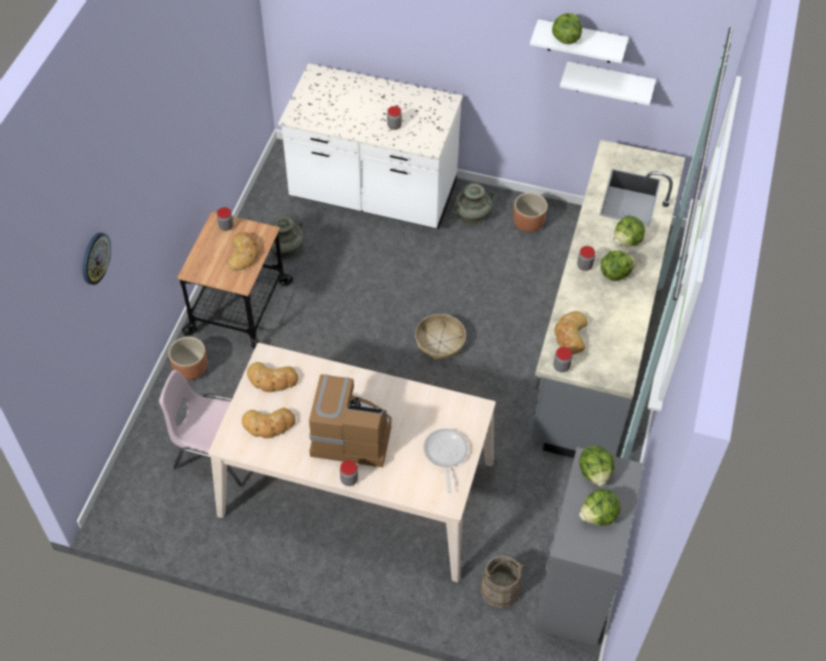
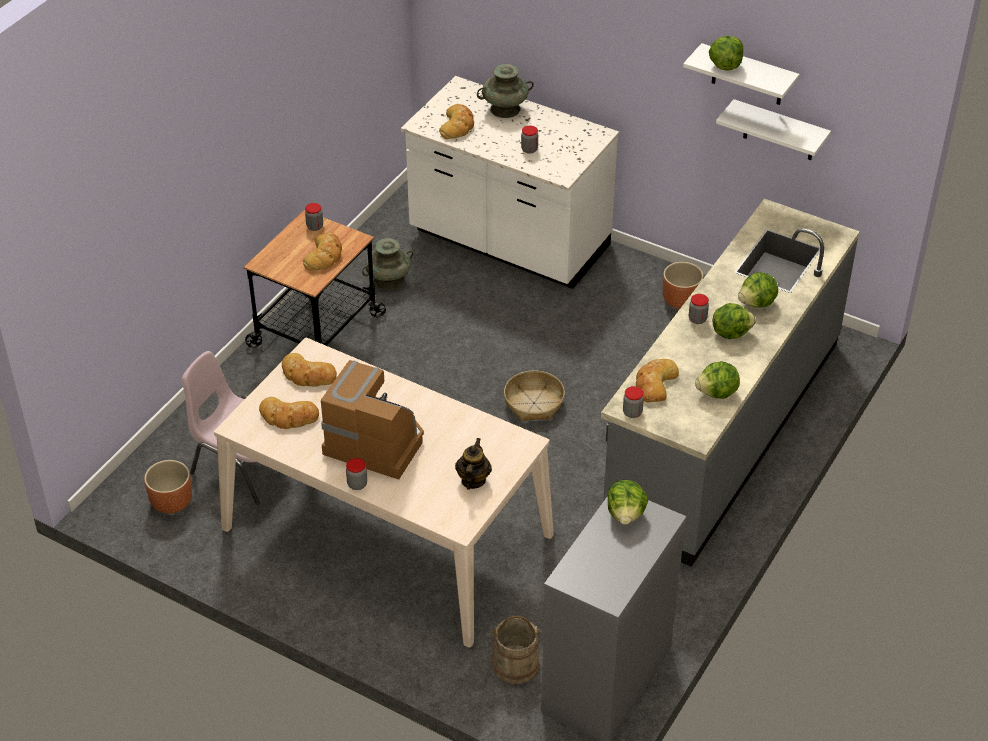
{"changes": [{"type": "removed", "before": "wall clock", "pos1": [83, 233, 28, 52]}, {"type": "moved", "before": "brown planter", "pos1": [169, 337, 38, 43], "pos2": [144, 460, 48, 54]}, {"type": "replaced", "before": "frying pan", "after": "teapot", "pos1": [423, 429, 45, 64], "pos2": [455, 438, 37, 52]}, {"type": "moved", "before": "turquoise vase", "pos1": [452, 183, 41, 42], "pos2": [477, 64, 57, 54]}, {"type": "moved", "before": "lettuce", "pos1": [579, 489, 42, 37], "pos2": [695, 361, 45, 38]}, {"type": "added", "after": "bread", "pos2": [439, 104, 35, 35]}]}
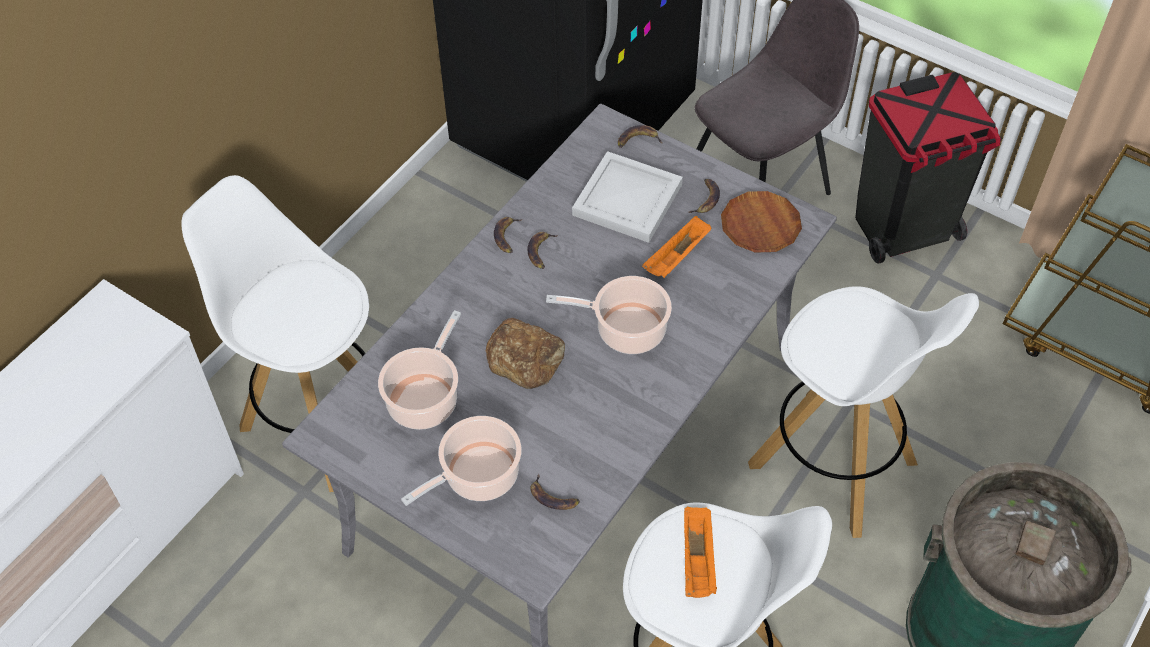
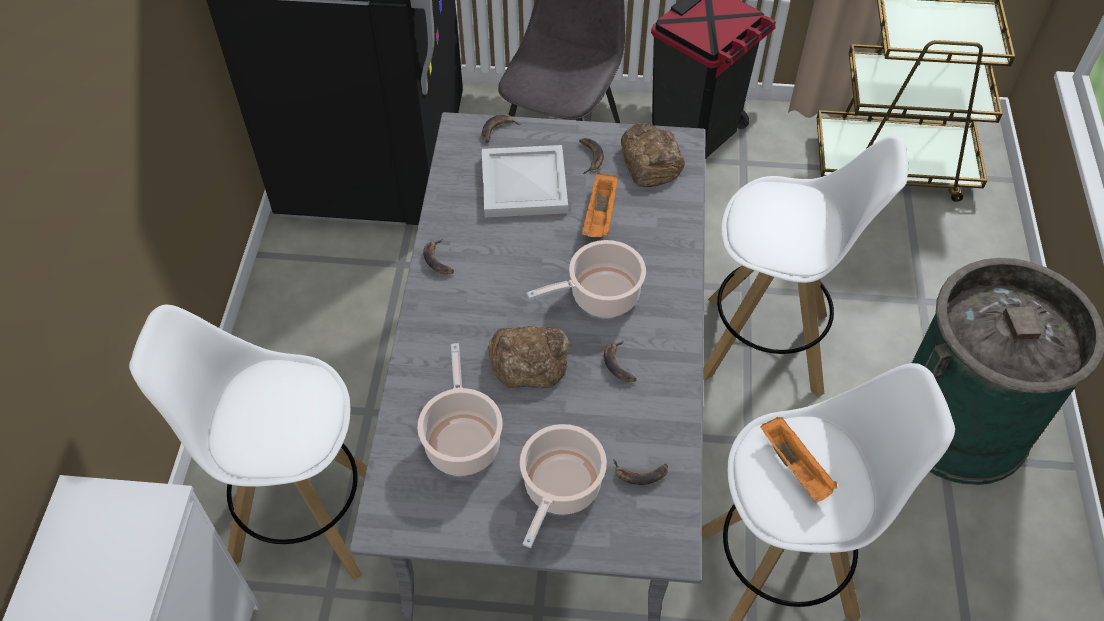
{"changes": [{"type": "moved", "before": "banana", "pos1": [527, 232, 31, 37], "pos2": [604, 341, 32, 41]}, {"type": "replaced", "before": "brown plate", "after": "bread", "pos1": [721, 191, 81, 62], "pos2": [621, 123, 64, 64]}]}
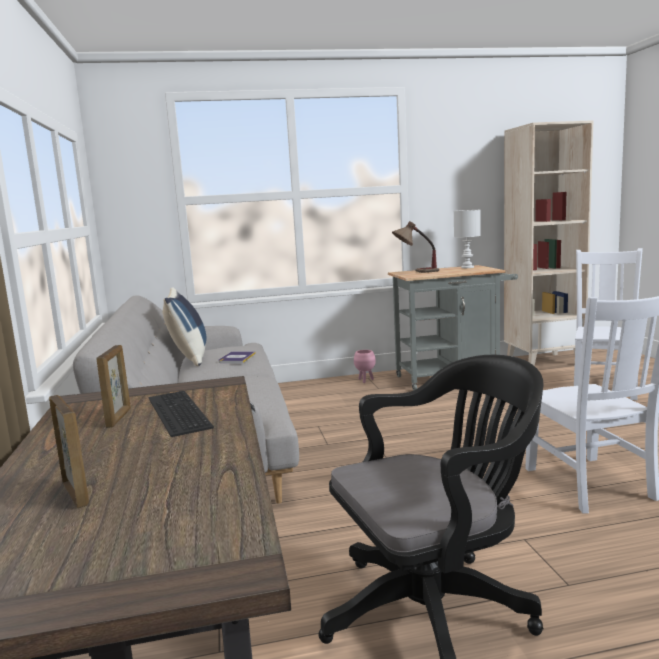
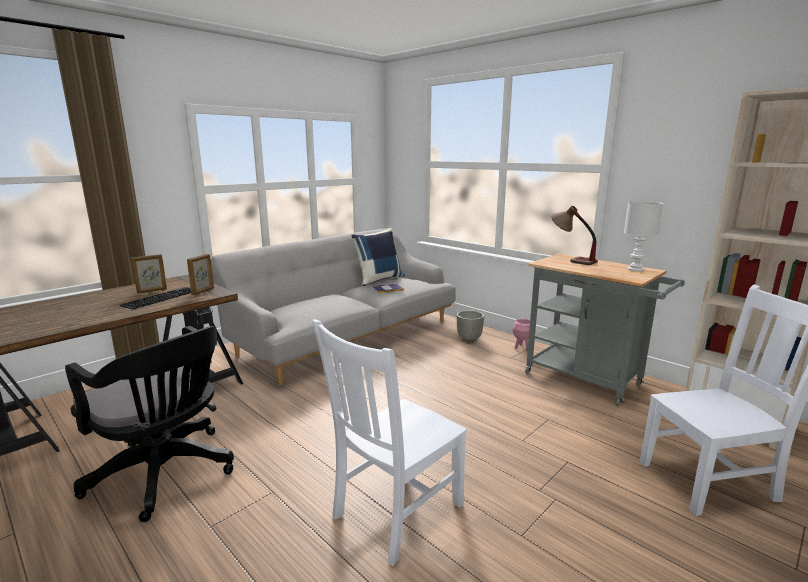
{"changes": [{"type": "moved", "before": "picture frame", "pos1": [49, 395, 40, 114], "pos2": [187, 254, 27, 41]}, {"type": "added", "after": "planter", "pos2": [457, 310, 27, 32]}]}
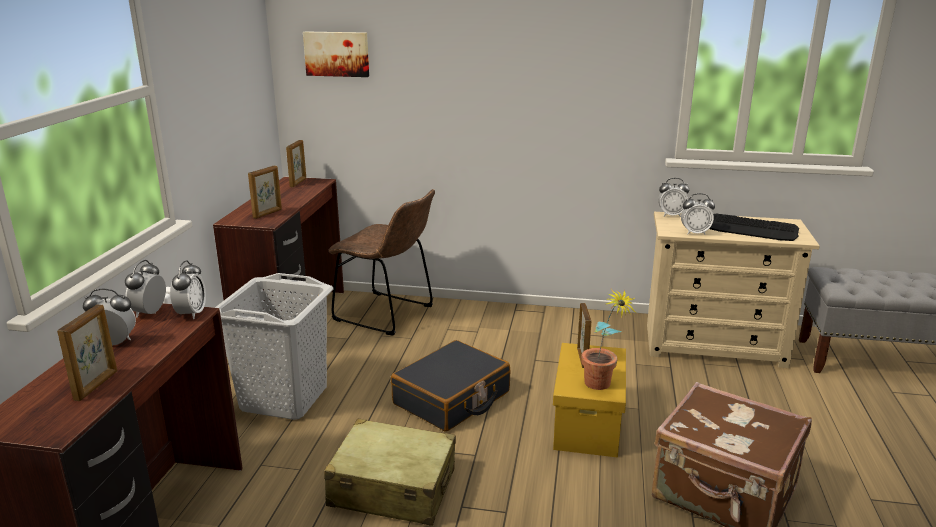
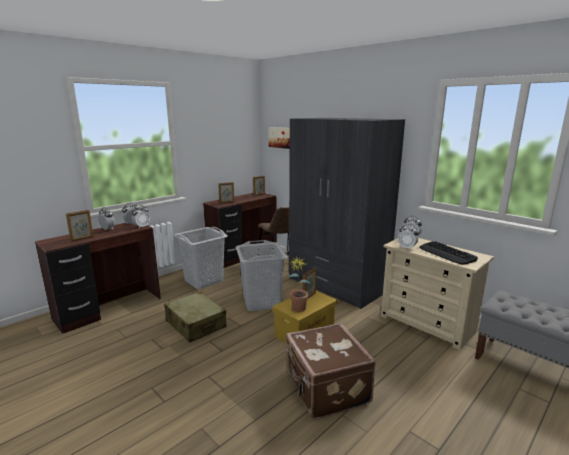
{"changes": [{"type": "replaced", "before": "black suitcase", "after": "grey laundry basket", "pos1": [391, 340, 119, 91], "pos2": [236, 240, 52, 71]}, {"type": "added", "after": "grey wardrobe", "pos2": [289, 118, 116, 191]}]}
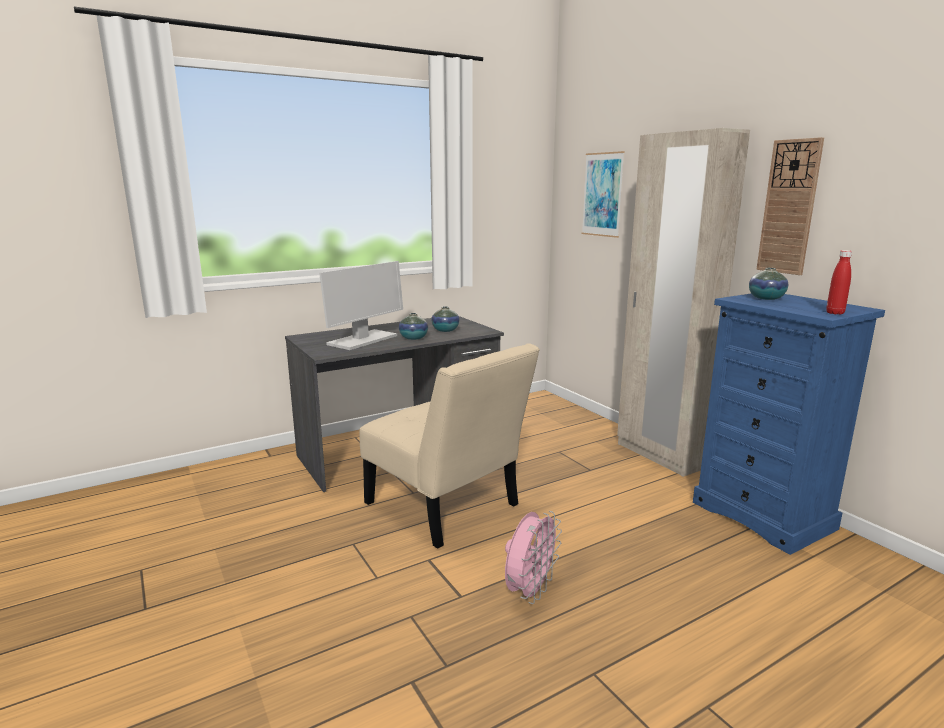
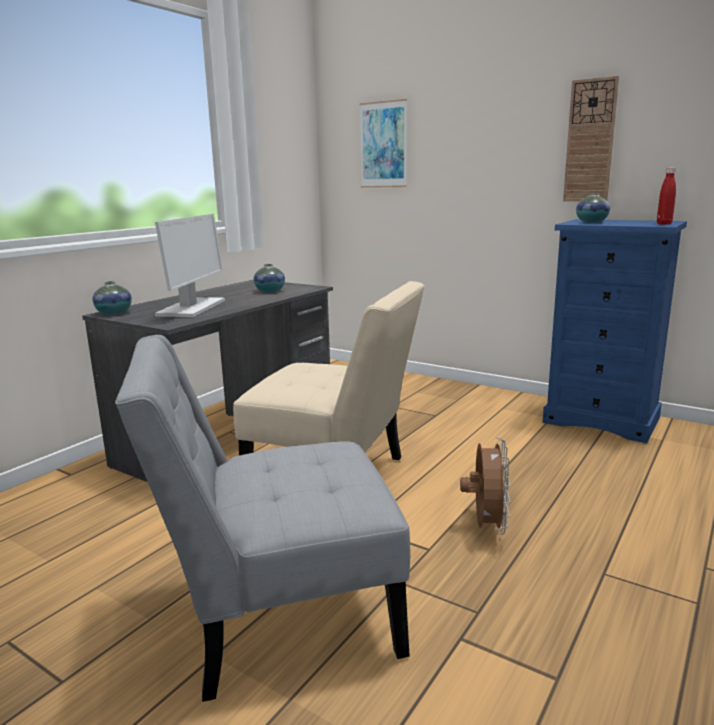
{"changes": [{"type": "moved", "before": "vase", "pos1": [399, 313, 29, 27], "pos2": [92, 281, 40, 34]}, {"type": "recoloured", "before": "pink fan", "after": "brown fan", "pos1": [505, 511, 57, 93], "pos2": [460, 438, 51, 97]}, {"type": "removed", "before": "beige wardrobe", "pos1": [617, 128, 133, 349]}, {"type": "added", "after": "grey chair", "pos2": [115, 335, 295, 367]}]}
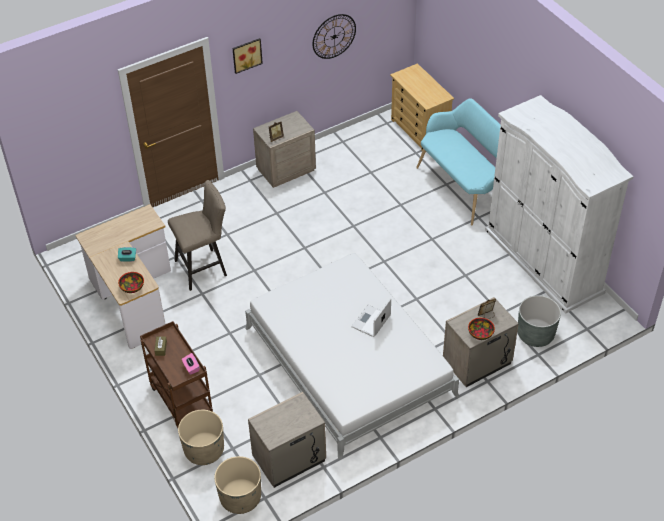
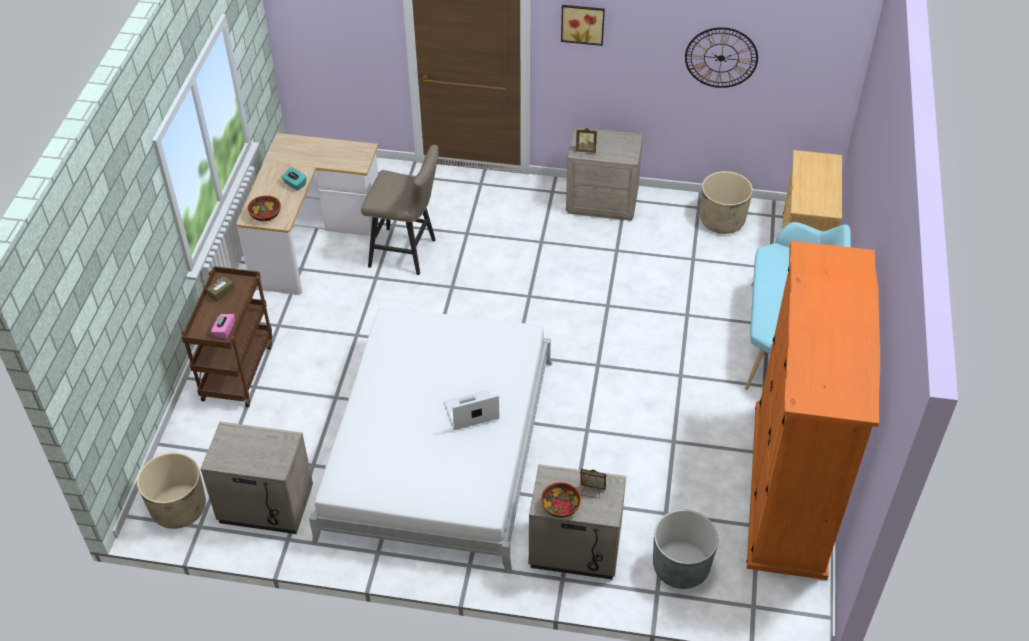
{"changes": [{"type": "moved", "before": "beige planter", "pos1": [178, 410, 46, 55], "pos2": [700, 171, 53, 63]}, {"type": "recoloured", "before": "white wardrobe", "after": "orange wardrobe", "pos1": [485, 95, 149, 219], "pos2": [747, 241, 133, 339]}]}
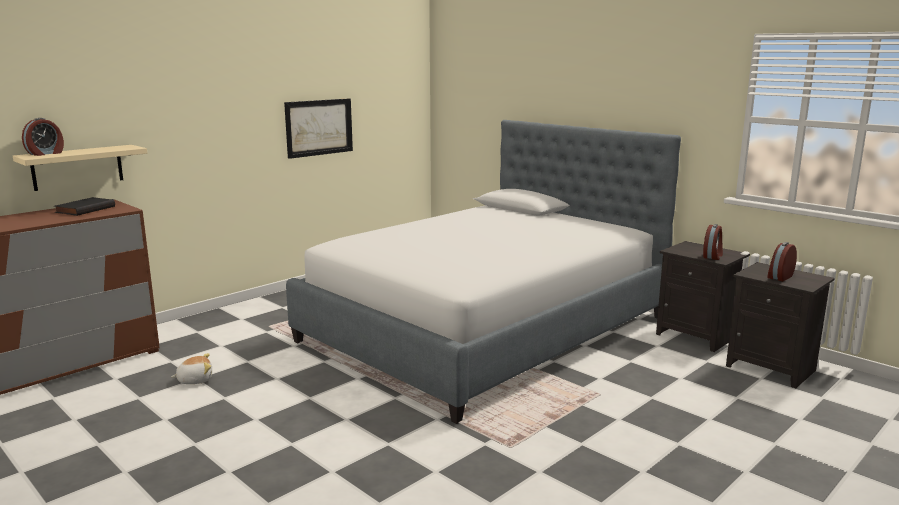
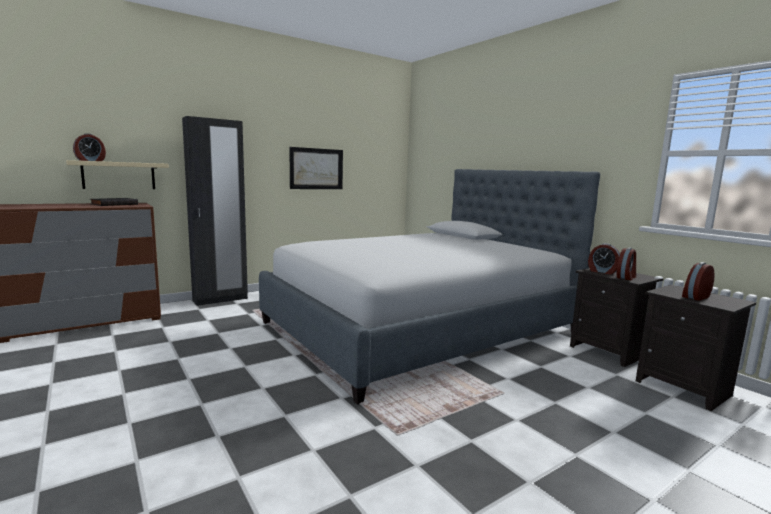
{"changes": [{"type": "removed", "before": "plush toy", "pos1": [171, 353, 41, 31]}, {"type": "added", "after": "black wardrobe", "pos2": [182, 116, 66, 190]}, {"type": "added", "after": "alarm clock", "pos2": [588, 243, 32, 32]}]}
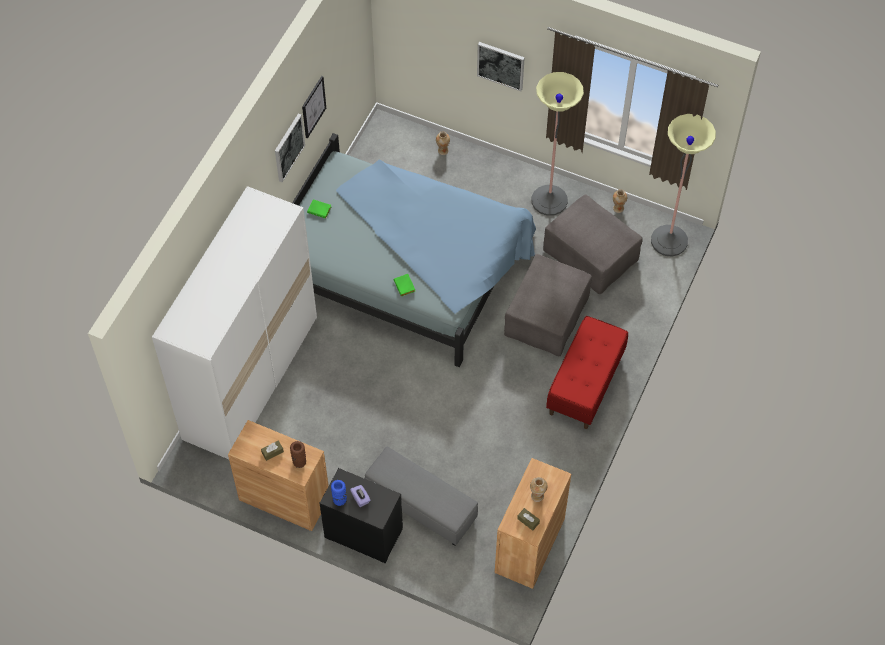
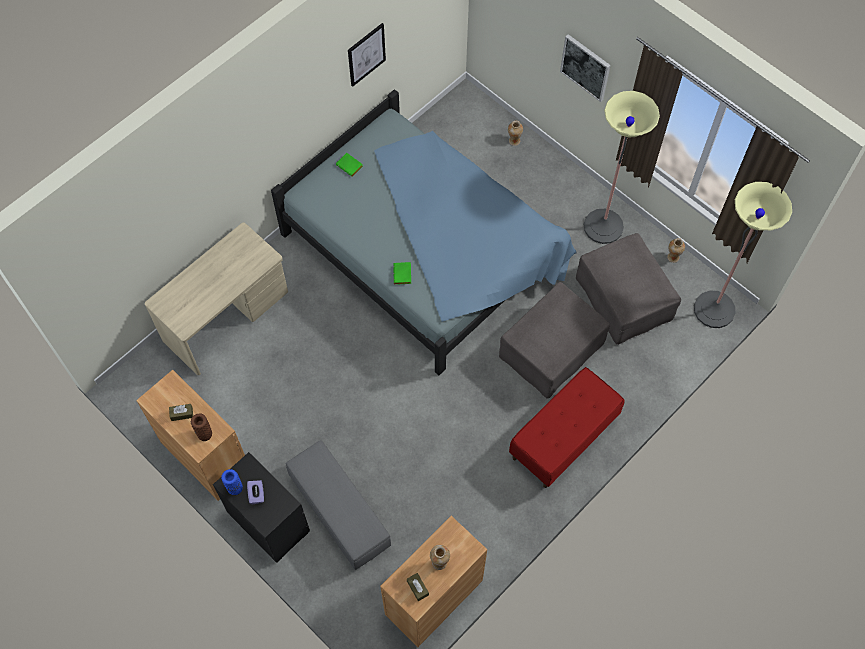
{"changes": [{"type": "replaced", "before": "white wardrobe", "after": "beige desk", "pos1": [152, 186, 165, 273], "pos2": [145, 222, 143, 153]}, {"type": "removed", "before": "picture", "pos1": [275, 113, 30, 69]}]}
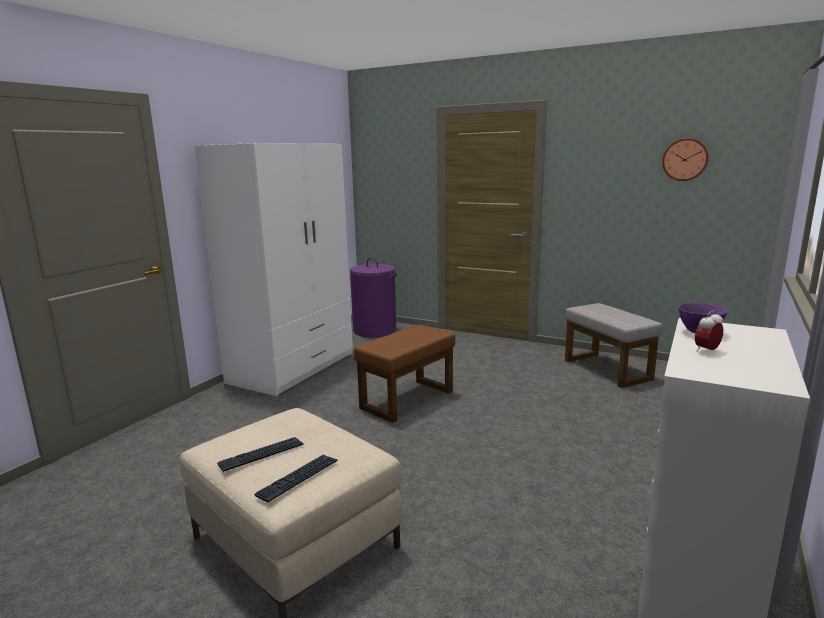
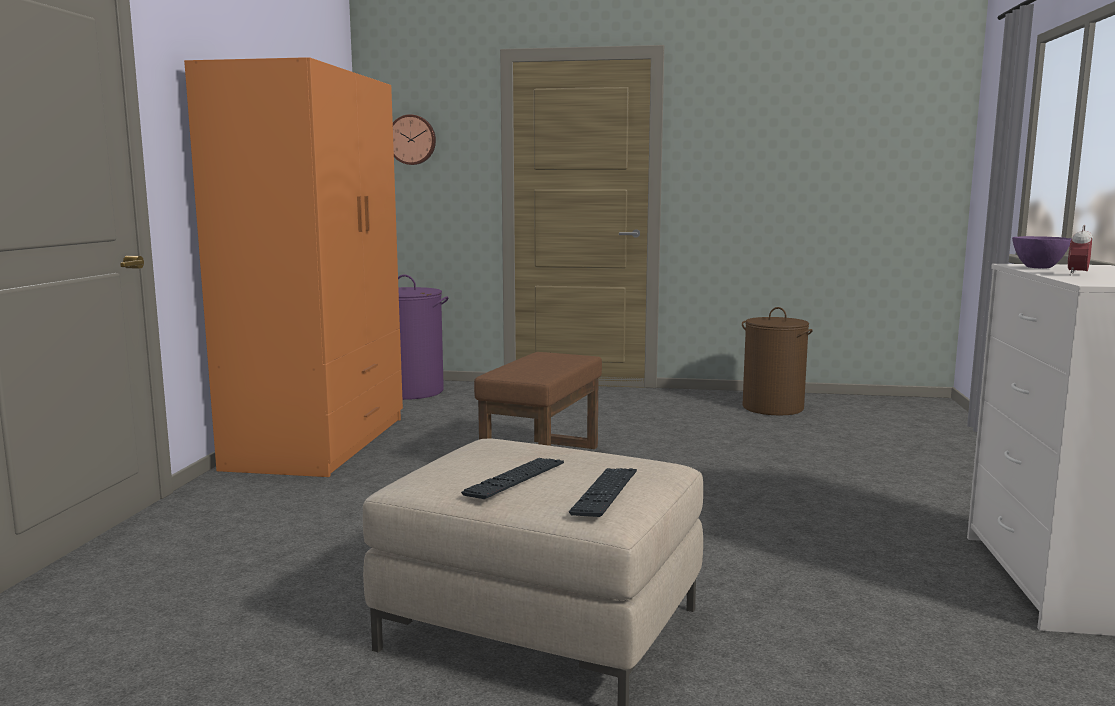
{"changes": [{"type": "recoloured", "before": "white wardrobe", "after": "orange wardrobe", "pos1": [195, 143, 158, 253], "pos2": [184, 57, 219, 420]}, {"type": "replaced", "before": "grey ottoman", "after": "brown laundry basket", "pos1": [565, 303, 97, 85], "pos2": [742, 307, 71, 108]}, {"type": "moved", "before": "wall clock", "pos1": [662, 138, 46, 43], "pos2": [393, 114, 43, 51]}]}
